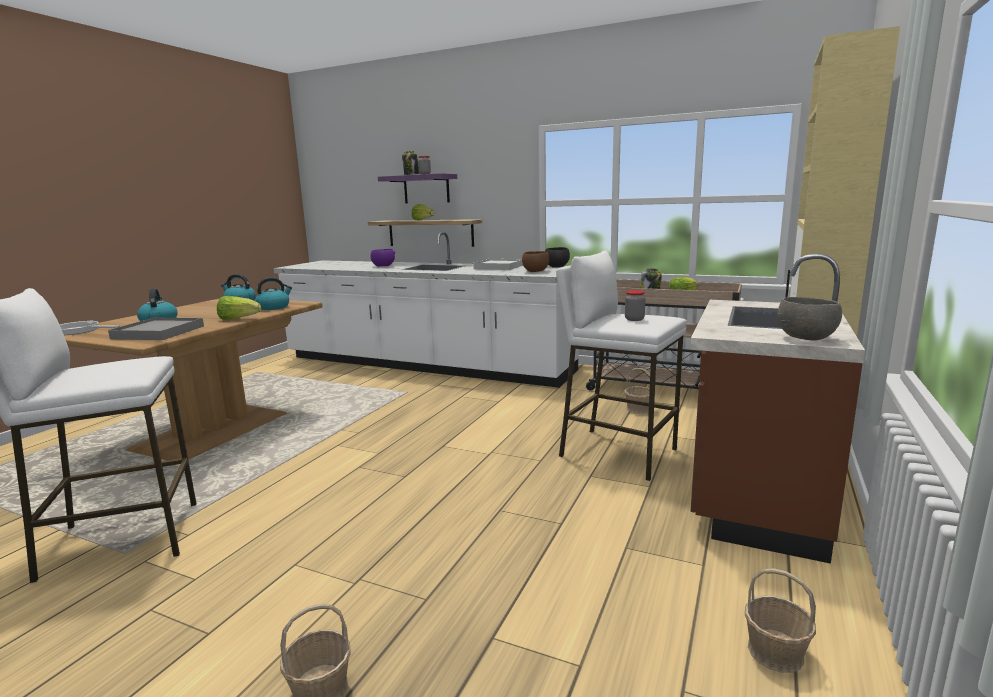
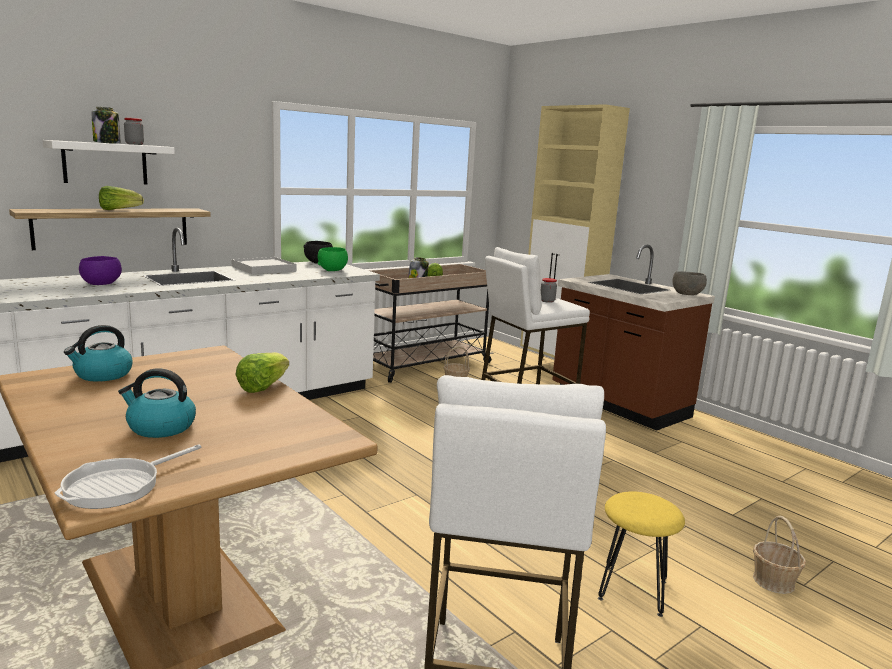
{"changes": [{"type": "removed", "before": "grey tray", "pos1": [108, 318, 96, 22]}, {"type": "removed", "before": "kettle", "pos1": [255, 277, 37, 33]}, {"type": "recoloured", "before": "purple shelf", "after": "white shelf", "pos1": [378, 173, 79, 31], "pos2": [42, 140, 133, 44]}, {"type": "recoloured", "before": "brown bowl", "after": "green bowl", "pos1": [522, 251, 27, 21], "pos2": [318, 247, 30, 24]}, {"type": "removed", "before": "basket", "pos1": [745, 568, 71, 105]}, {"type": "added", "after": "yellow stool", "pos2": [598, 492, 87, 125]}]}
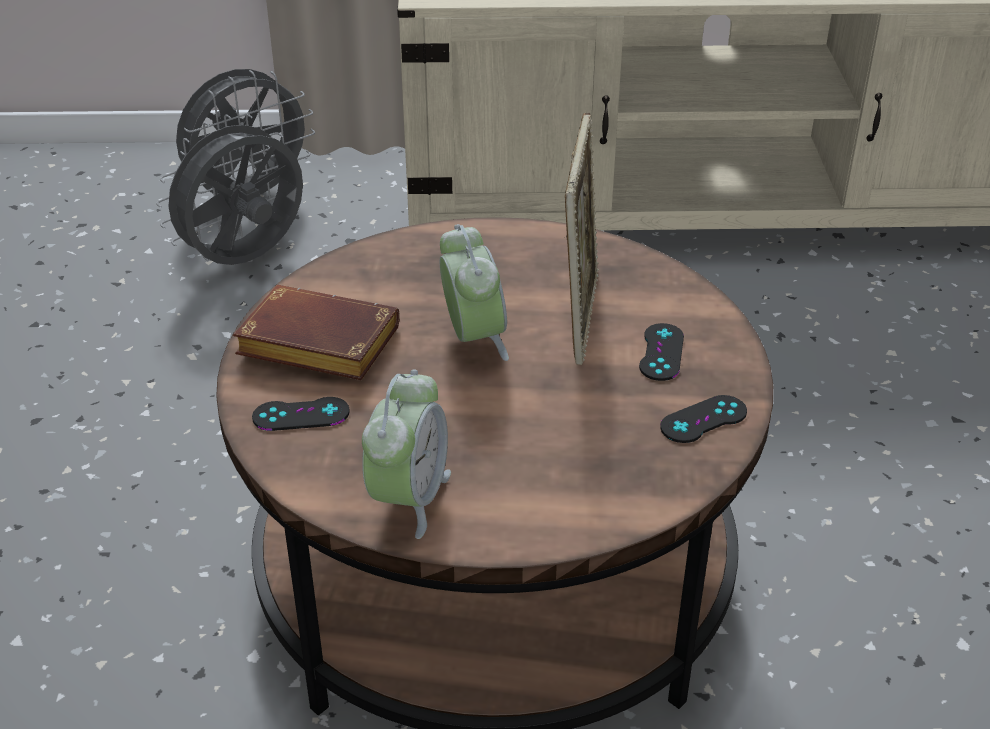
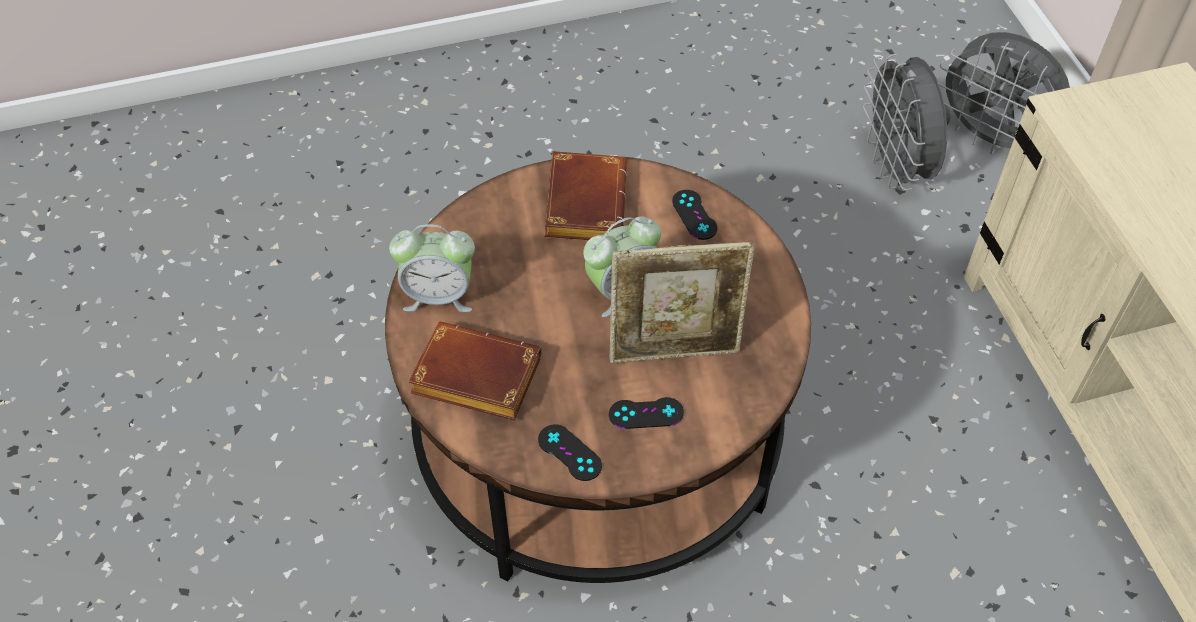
{"changes": [{"type": "turned", "before": "grey fan", "pos1": [156, 114, 147, 151], "pos2": [863, 54, 88, 136], "turn": -135}, {"type": "moved", "before": "black game controller", "pos1": [252, 397, 98, 34], "pos2": [672, 190, 45, 50]}, {"type": "added", "after": "brown book", "pos2": [409, 321, 133, 100]}]}
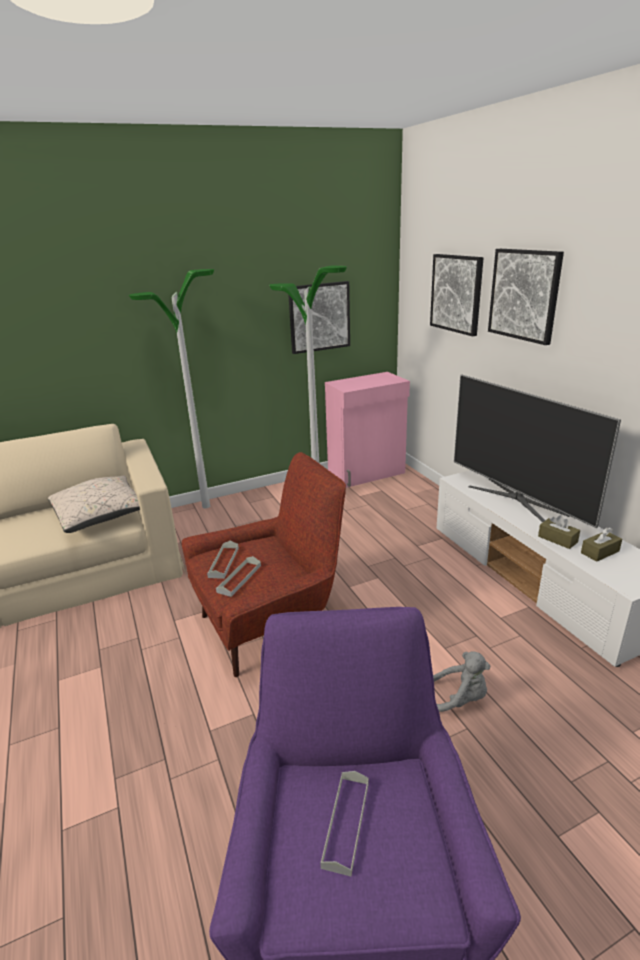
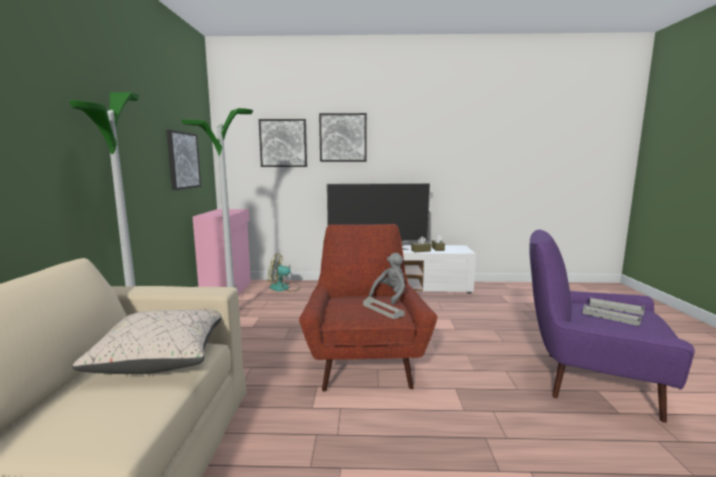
{"changes": [{"type": "moved", "before": "grey tray", "pos1": [207, 541, 32, 38], "pos2": [589, 297, 55, 18]}, {"type": "moved", "before": "grey plush toy", "pos1": [433, 651, 57, 61], "pos2": [369, 253, 36, 52]}, {"type": "added", "after": "fan", "pos2": [268, 253, 32, 38]}]}
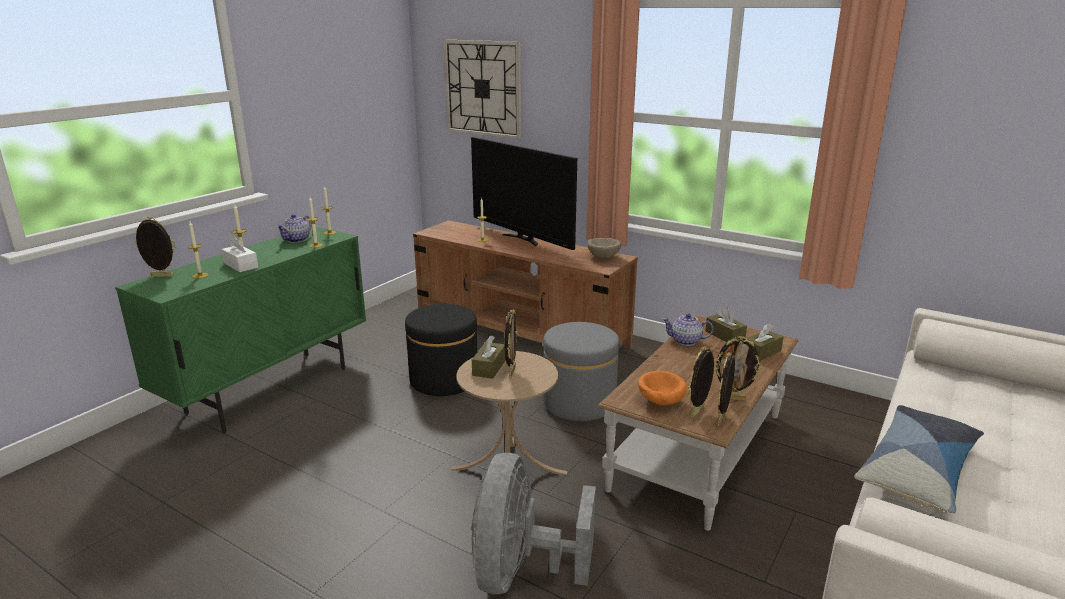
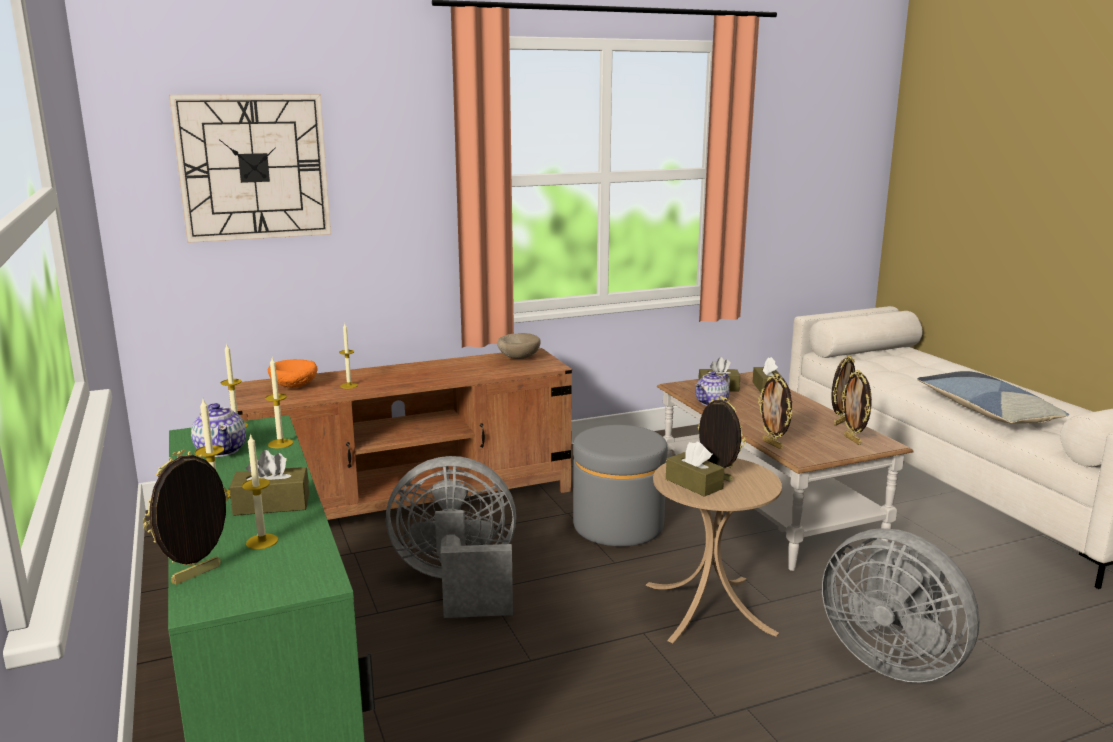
{"changes": [{"type": "recoloured", "before": "white tissue box", "after": "brown tissue box", "pos1": [222, 236, 36, 36], "pos2": [229, 450, 80, 65]}, {"type": "replaced", "before": "black ottoman", "after": "grey fan", "pos1": [405, 304, 73, 92], "pos2": [386, 456, 130, 162]}, {"type": "removed", "before": "television", "pos1": [471, 137, 106, 113]}, {"type": "moved", "before": "orange bowl", "pos1": [638, 371, 49, 34], "pos2": [268, 359, 50, 29]}, {"type": "moved", "before": "picture frame", "pos1": [718, 352, 17, 73], "pos2": [758, 373, 35, 76]}]}
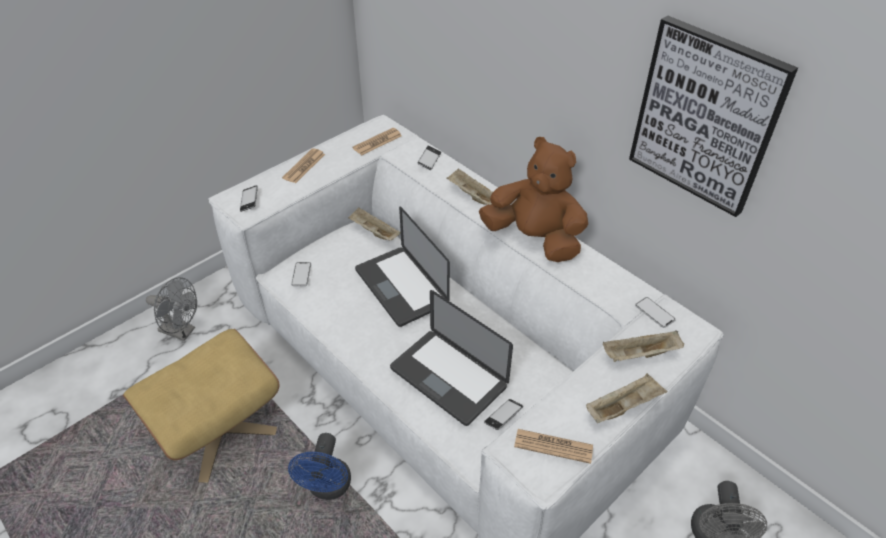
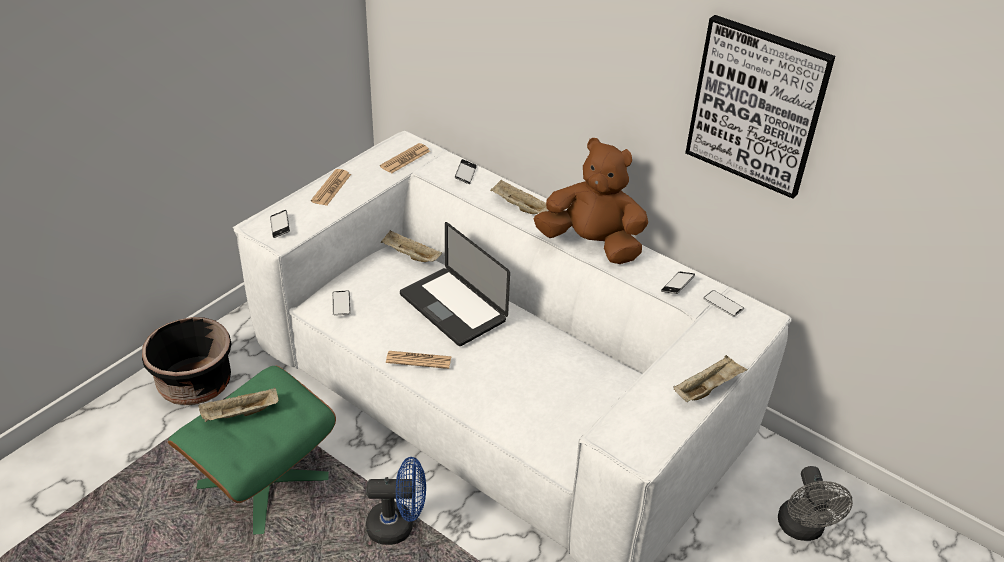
{"changes": [{"type": "recoloured", "before": "beige ottoman", "after": "green ottoman", "pos1": [123, 329, 157, 154], "pos2": [168, 366, 168, 169]}, {"type": "replaced", "before": "grey fan", "after": "black planter", "pos1": [146, 277, 51, 64], "pos2": [142, 317, 90, 88]}, {"type": "turned", "before": "blue fan", "pos1": [288, 433, 63, 67], "pos2": [366, 457, 60, 88], "turn": -90}, {"type": "removed", "before": "laptop", "pos1": [390, 290, 123, 136]}, {"type": "moved", "before": "phone", "pos1": [484, 399, 39, 31], "pos2": [661, 272, 34, 22]}, {"type": "moved", "before": "newspaper", "pos1": [514, 429, 79, 35], "pos2": [386, 351, 66, 18]}, {"type": "moved", "before": "beige tray", "pos1": [603, 330, 81, 32], "pos2": [198, 388, 80, 34]}]}
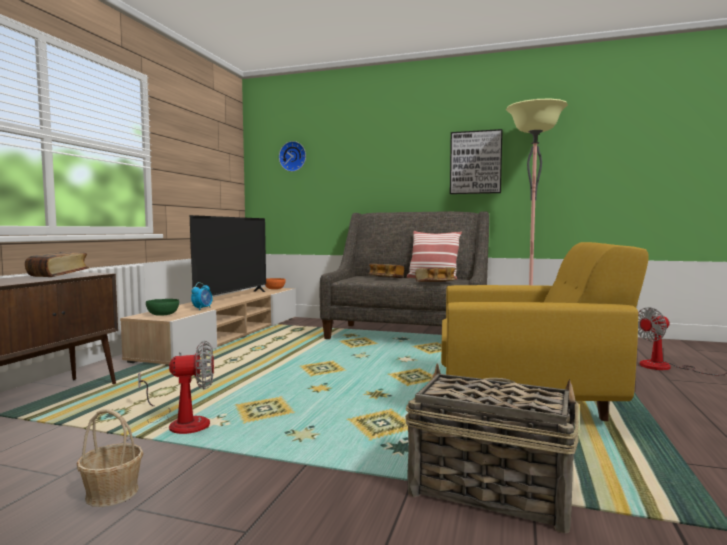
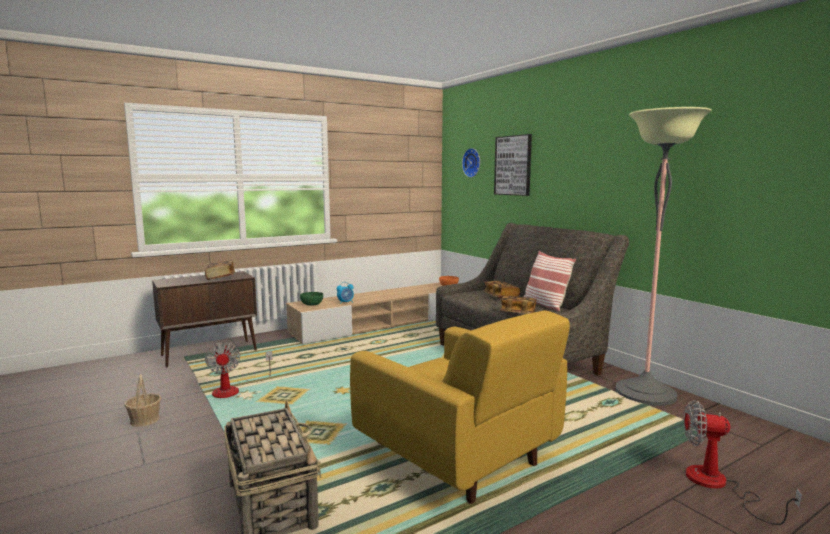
{"changes": [{"type": "turned", "before": "fan", "pos1": [138, 341, 76, 93], "pos2": [205, 342, 67, 56], "turn": 45}, {"type": "removed", "before": "television", "pos1": [190, 215, 76, 81]}, {"type": "moved", "before": "picture", "pos1": [450, 129, 52, 65], "pos2": [494, 134, 38, 62]}]}
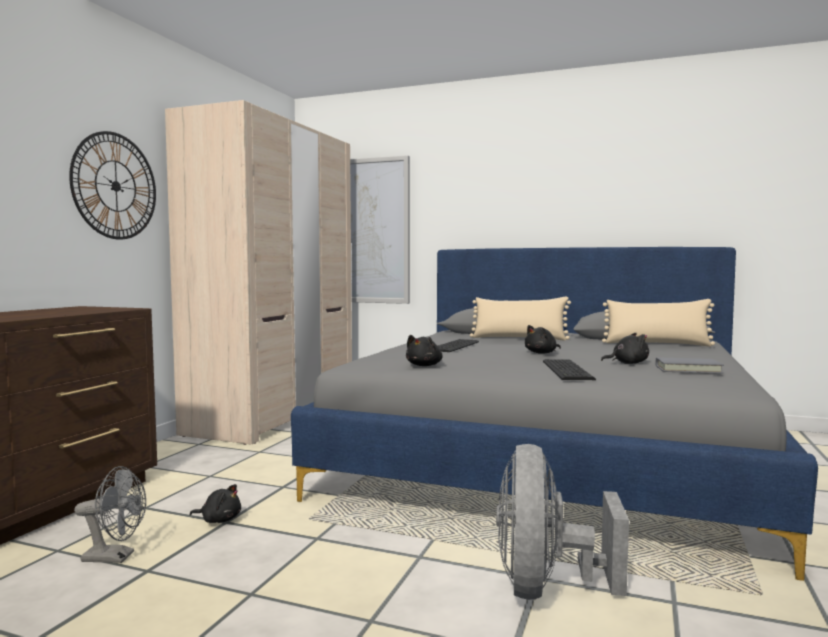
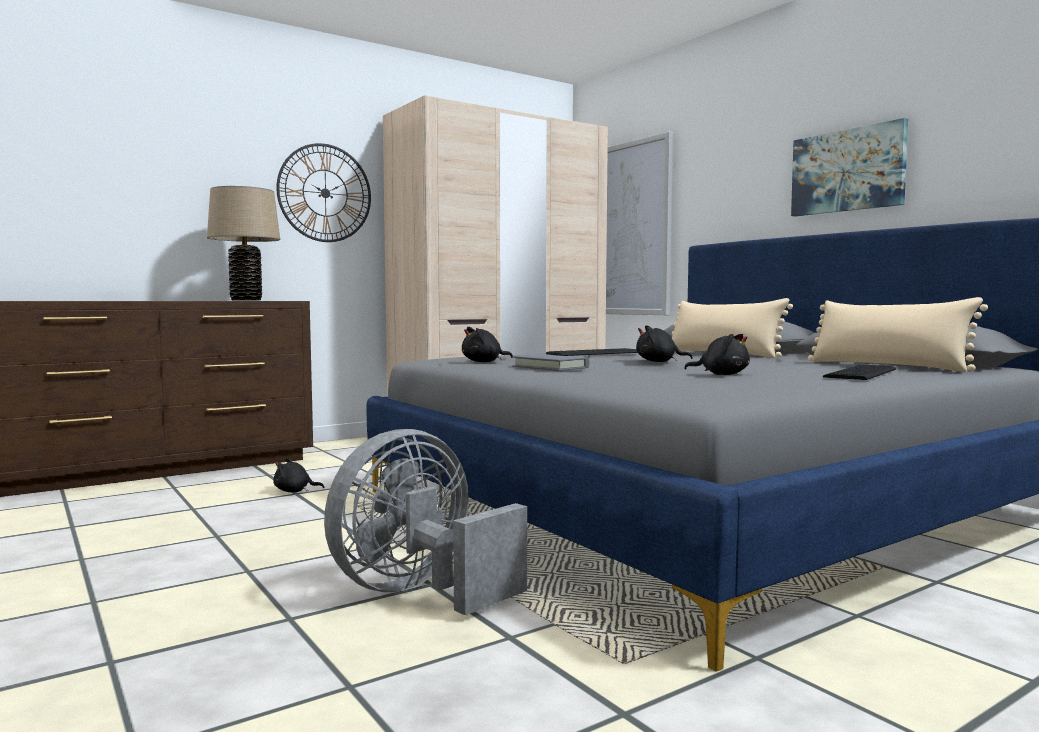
{"changes": [{"type": "removed", "before": "grey fan", "pos1": [74, 466, 72, 97]}, {"type": "turned", "before": "black plush toy", "pos1": [190, 484, 51, 39], "pos2": [273, 458, 51, 34], "turn": 135}, {"type": "moved", "before": "keyboard", "pos1": [543, 359, 53, 21], "pos2": [823, 364, 73, 16]}, {"type": "moved", "before": "grey book", "pos1": [656, 357, 68, 17], "pos2": [512, 354, 77, 17]}, {"type": "added", "after": "beige table lamp", "pos2": [207, 186, 73, 115]}, {"type": "added", "after": "picture", "pos2": [791, 118, 117, 98]}]}
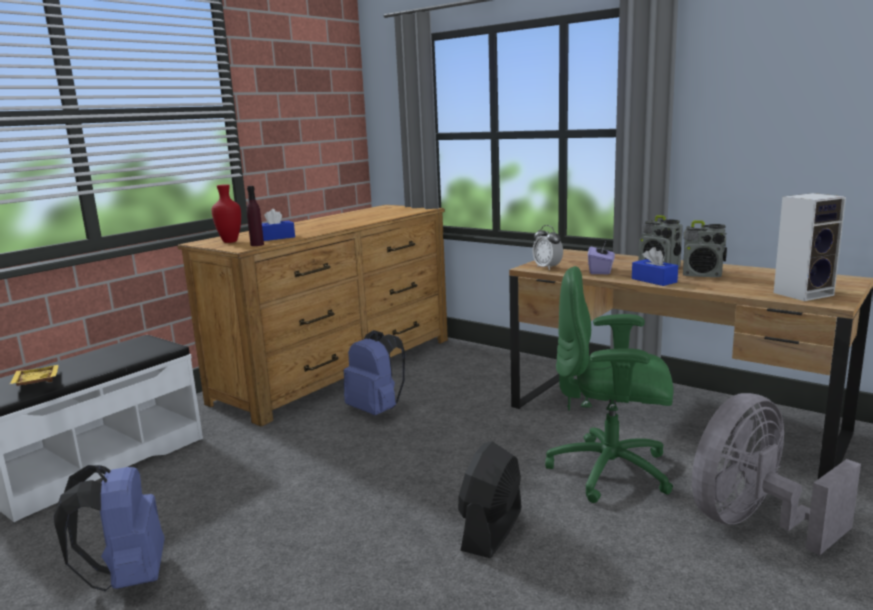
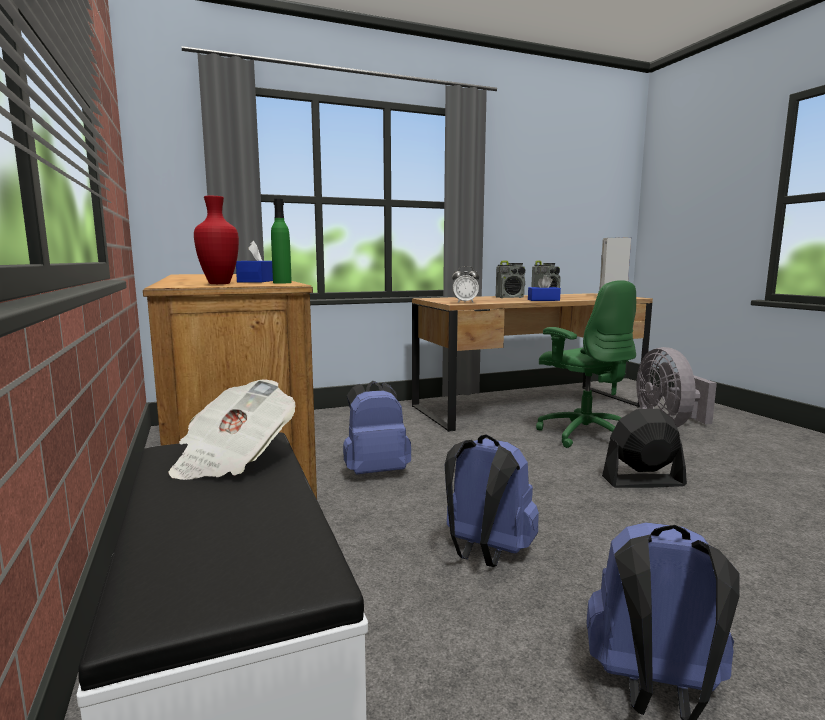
{"changes": [{"type": "removed", "before": "yellow tray", "pos1": [10, 365, 49, 21]}, {"type": "recoloured", "before": "purple bottle", "after": "green bottle", "pos1": [247, 186, 17, 60], "pos2": [271, 199, 21, 84]}, {"type": "turned", "before": "black fan", "pos1": [458, 441, 64, 117], "pos2": [602, 409, 85, 79], "turn": 120}, {"type": "turned", "before": "green office chair", "pos1": [545, 266, 129, 237], "pos2": [536, 280, 100, 168], "turn": -75}, {"type": "removed", "before": "purple tissue box", "pos1": [588, 240, 27, 34]}, {"type": "added", "after": "newspaper", "pos2": [168, 379, 128, 101]}, {"type": "added", "after": "blue backpack", "pos2": [445, 435, 94, 132]}]}
